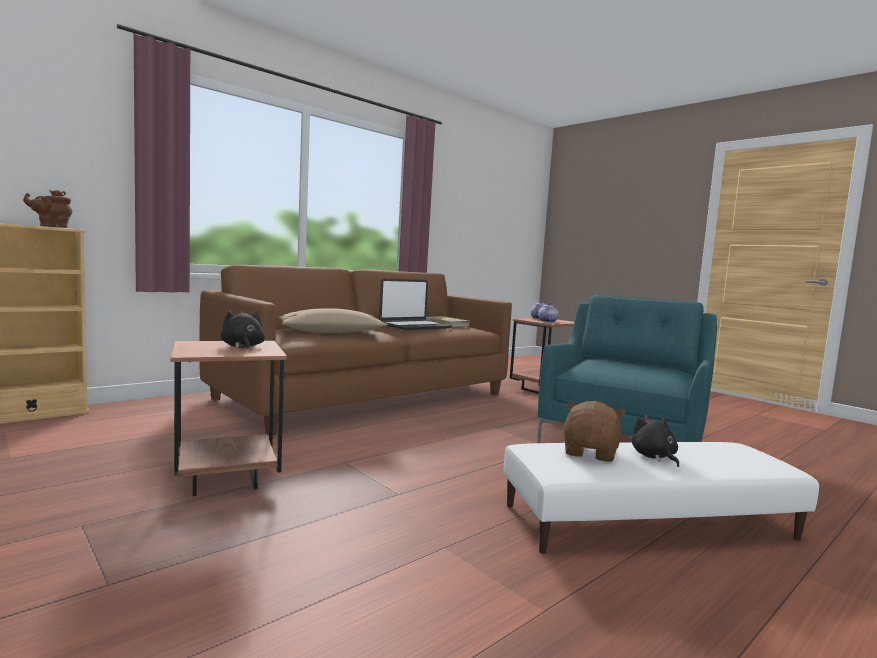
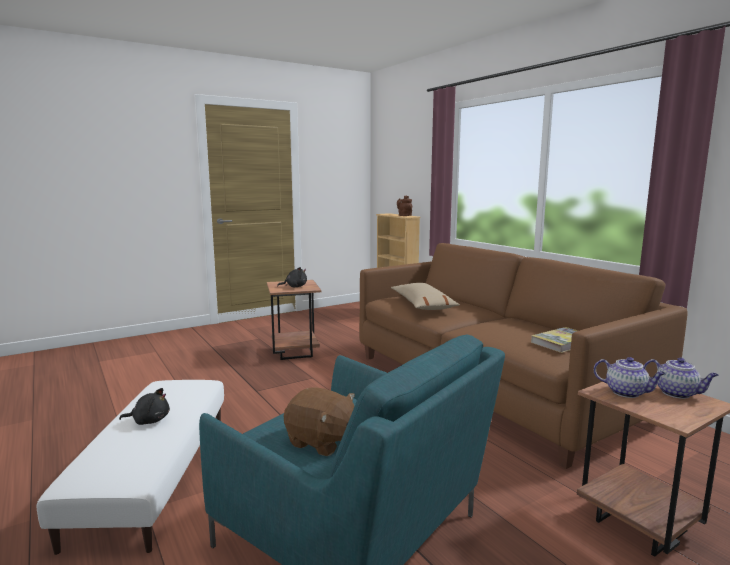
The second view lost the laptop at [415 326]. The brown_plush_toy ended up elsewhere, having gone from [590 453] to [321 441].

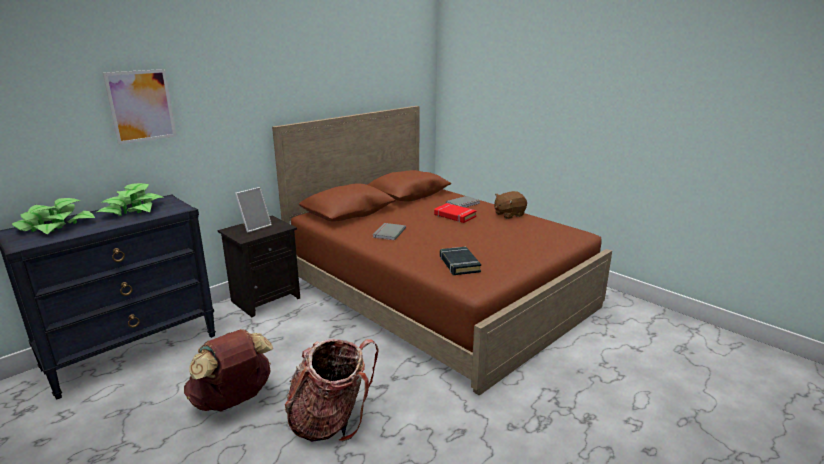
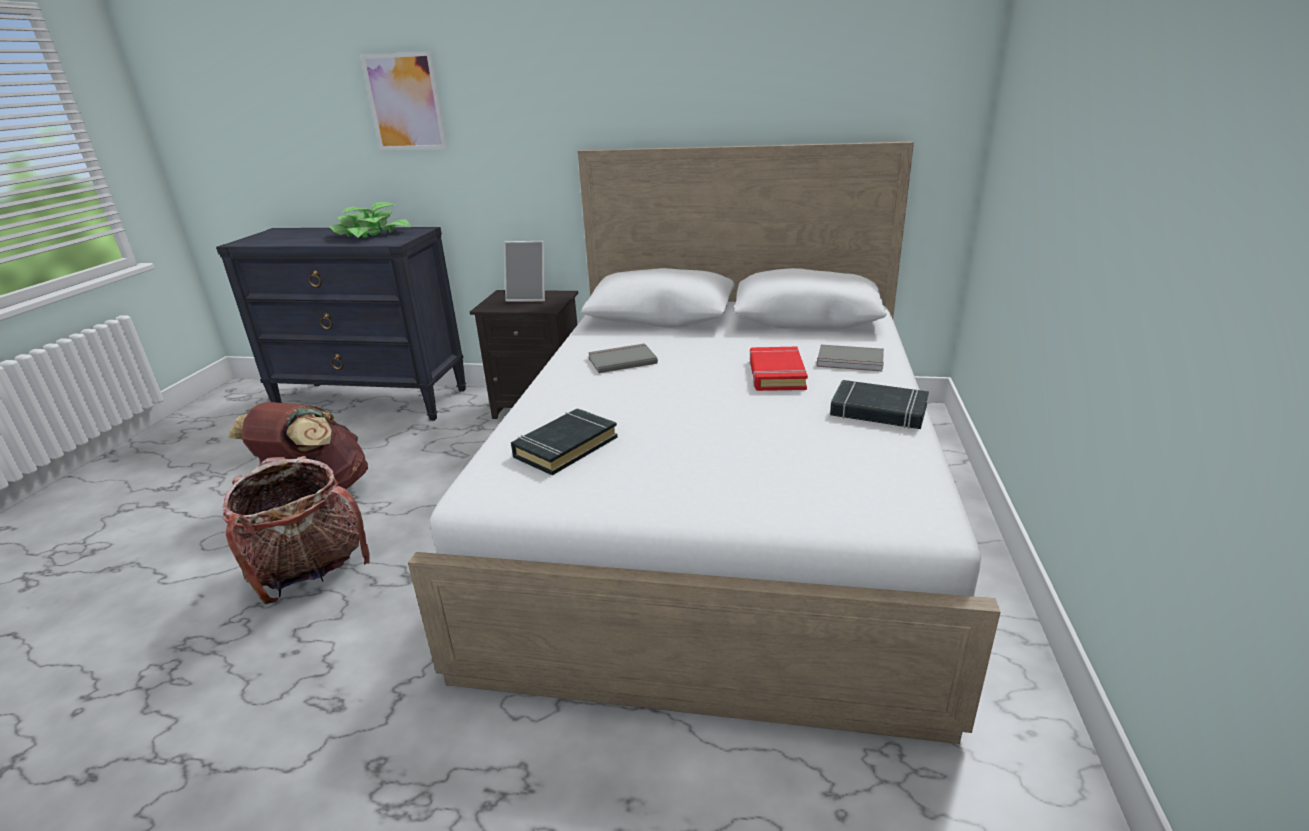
What was the brown_bed at [438 292] turned into the white_bed at [720 507]. Where the brown_plush_toy stood at [509 214], the black_book came to stand at [878 411]. The second view lost the potted_plant at [55 226].

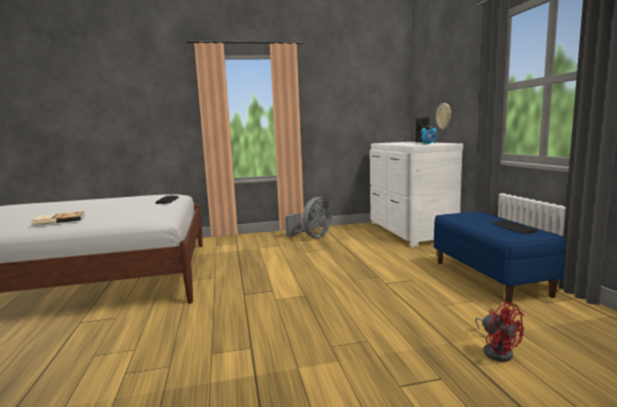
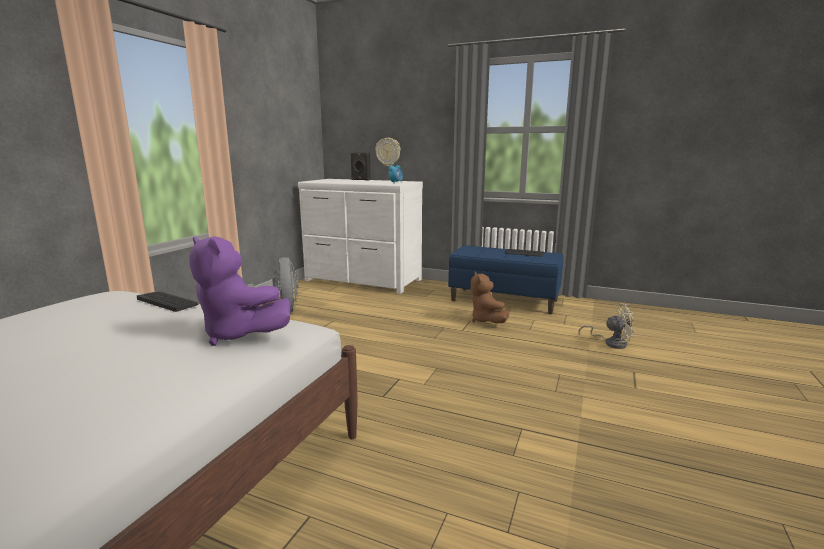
The second view lost the book at [59 220]. What was the red_fan at [497 351] turned into the beige_fan at [611 343]. The second view gained the purple_plush_toy at [238 334]. The second view gained the brown_plush_toy at [487 321].

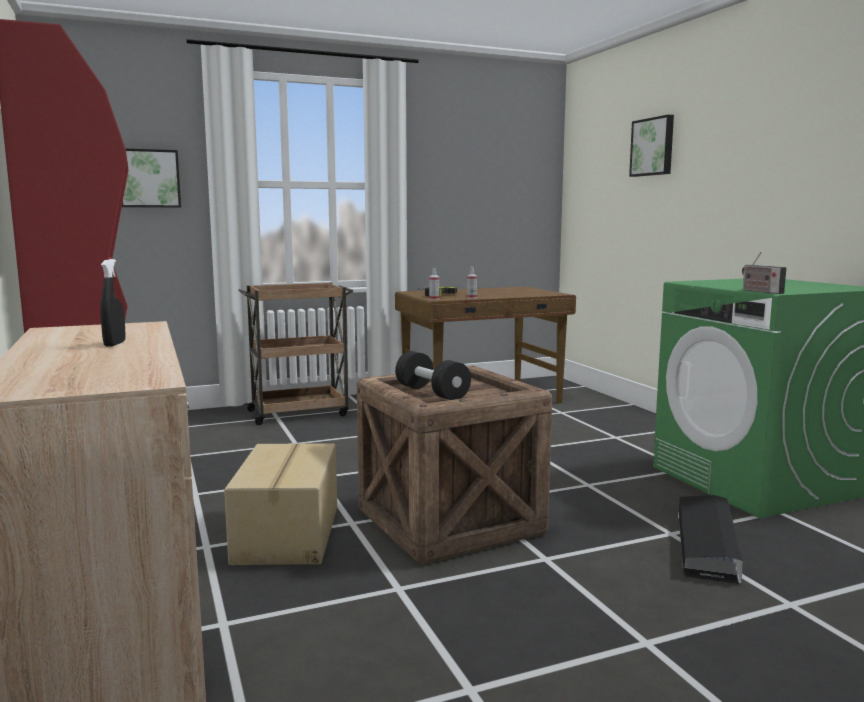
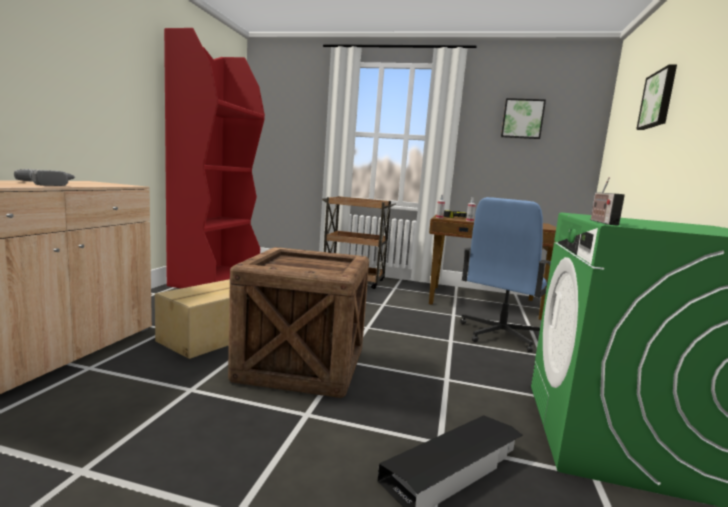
The picture ended up elsewhere, having gone from [149 178] to [522 119]. Where the black_spray_bottle stood at [115 344], the power_drill came to stand at [54 184]. The second view lost the black_dumbbell at [432 393]. The second view gained the blue_office_chair at [500 335].

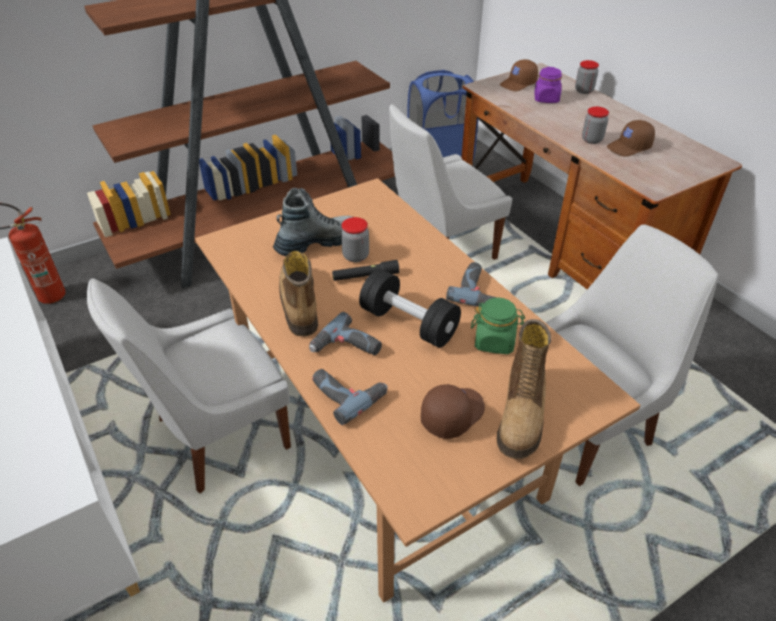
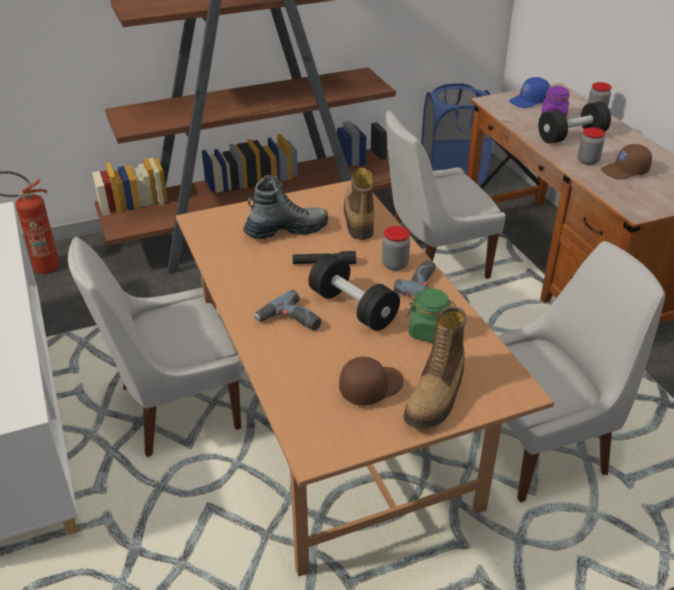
What was the brown_cap at [518 84] turned into the blue_cap at [529 101]. The jar ended up elsewhere, having gone from [355 256] to [395 264]. The boot ended up elsewhere, having gone from [298 302] to [358 217]. The second view lost the power_drill at [348 393]. The second view gained the black_dumbbell at [571 136].

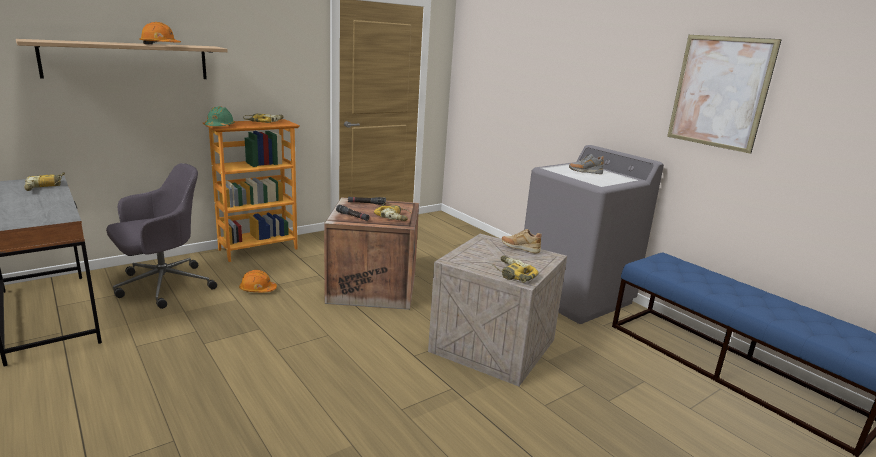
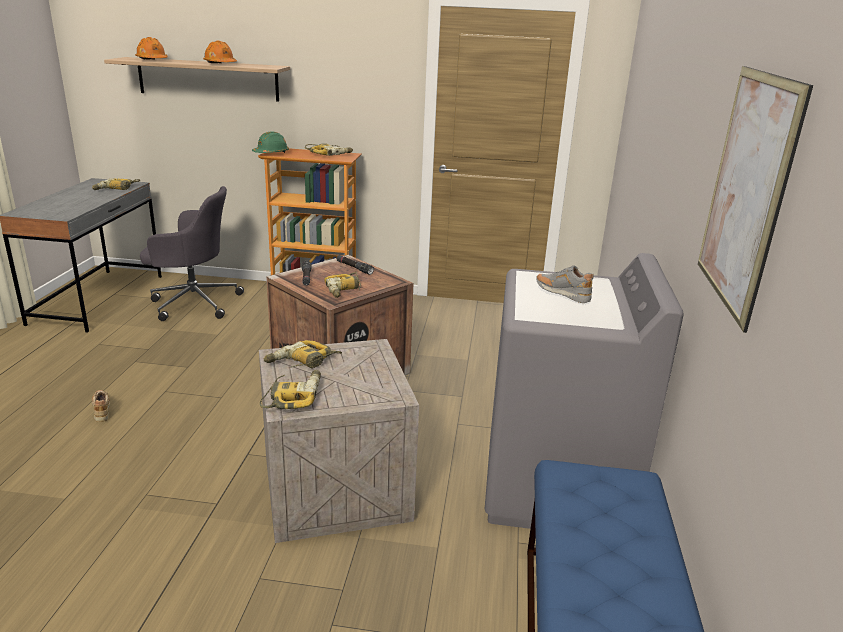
The beige_shoe ended up elsewhere, having gone from [520 249] to [102 410]. The orange_hard_hat ended up elsewhere, having gone from [257 289] to [152 60]. The second view gained the power_drill at [302 362].

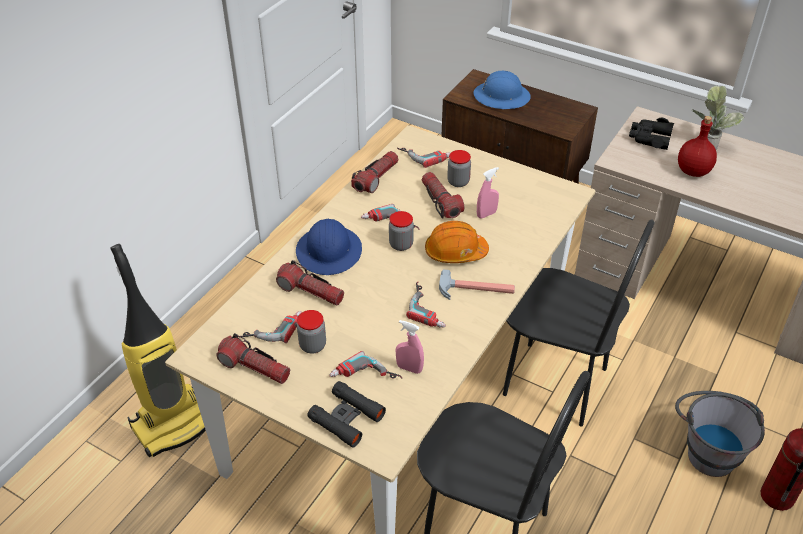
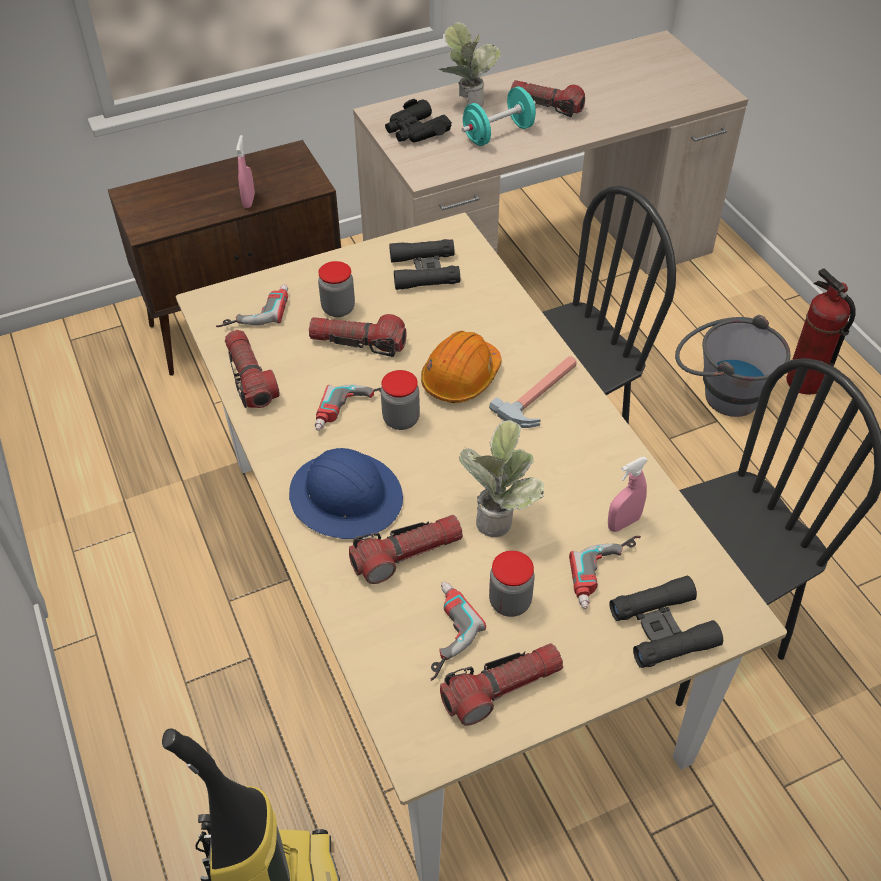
The second view lost the blue_hard_hat at [501 96]. Where the red_bottle stood at [693 171], the turquoise_dumbbell came to stand at [498 134]. The pink_spray_bottle ended up elsewhere, having gone from [486 214] to [249 201]. The second view lost the power_drill at [430 308]. The second view gained the flashlight at [546 106]. The second view gained the black_binoculars at [424 271]. The second view gained the potted_plant at [498 516].

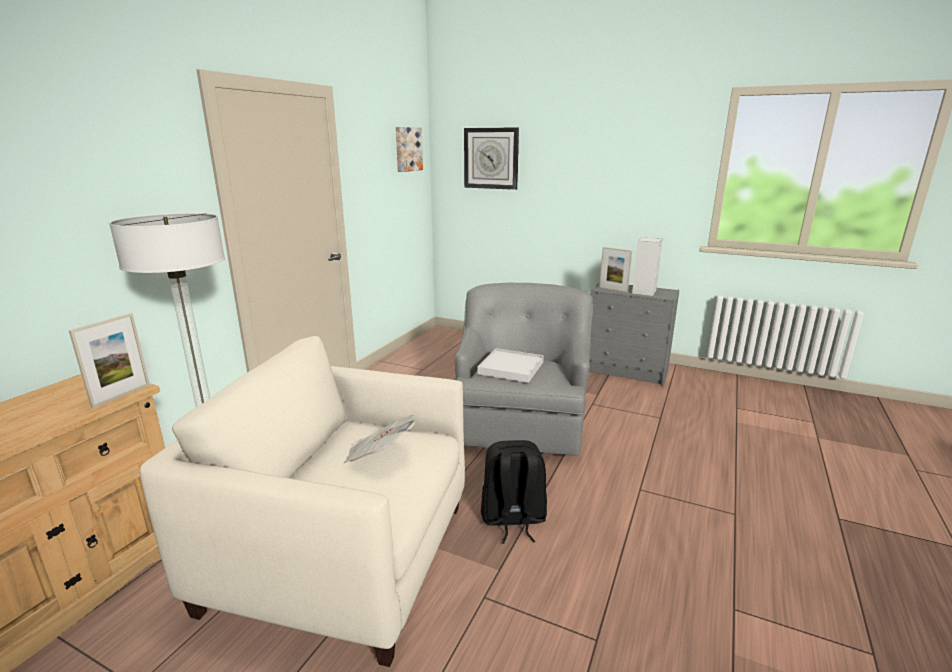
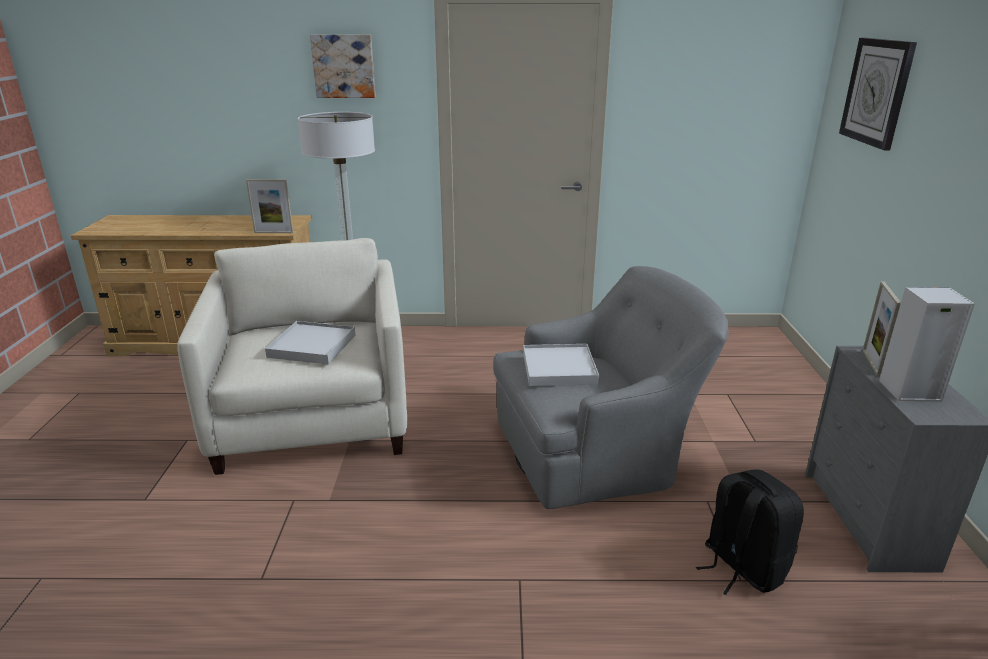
The picture ended up elsewhere, having gone from [407 149] to [344 66]. Where the newspaper stood at [379 455], the white_tray came to stand at [312 346]. The black_backpack ended up elsewhere, having gone from [512 519] to [742 567].

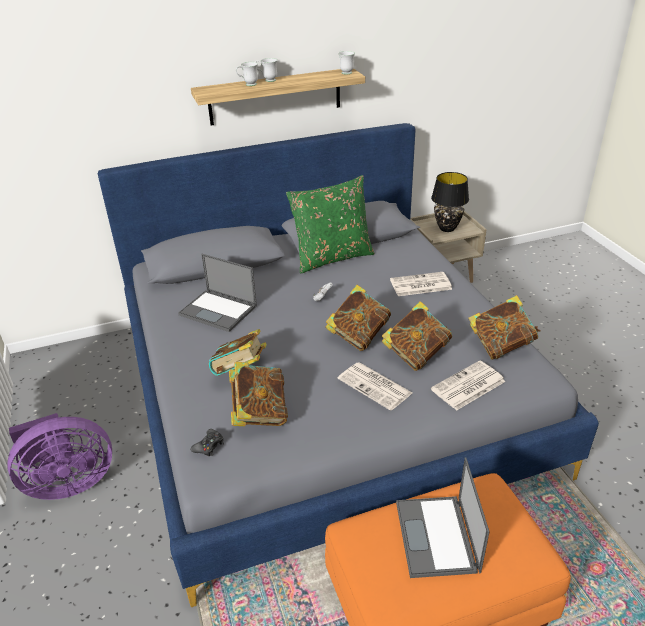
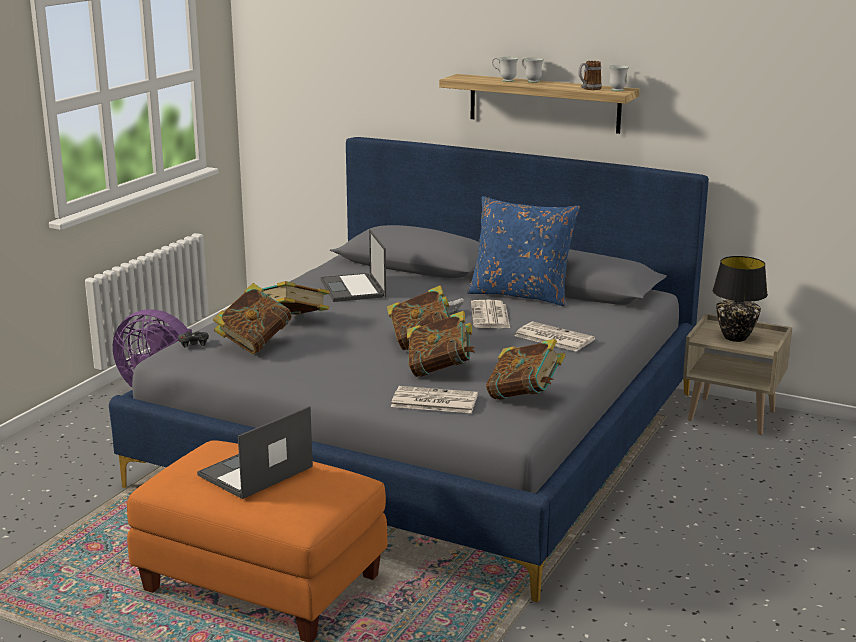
What was the green_pillow at [332 257] turned into the blue_pillow at [521 294]. The newspaper ended up elsewhere, having gone from [376 386] to [490 316]. The second view gained the mug at [588 89].

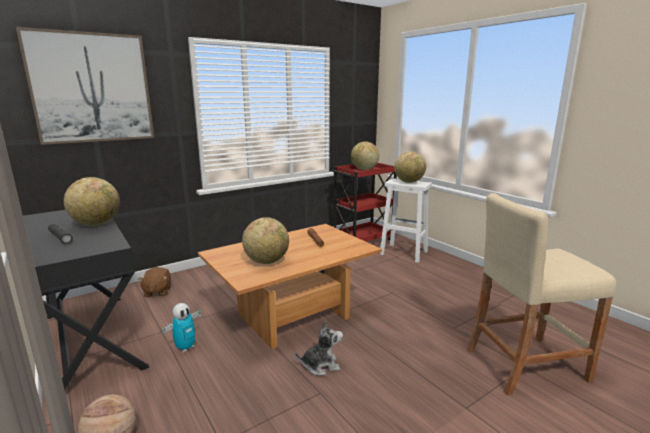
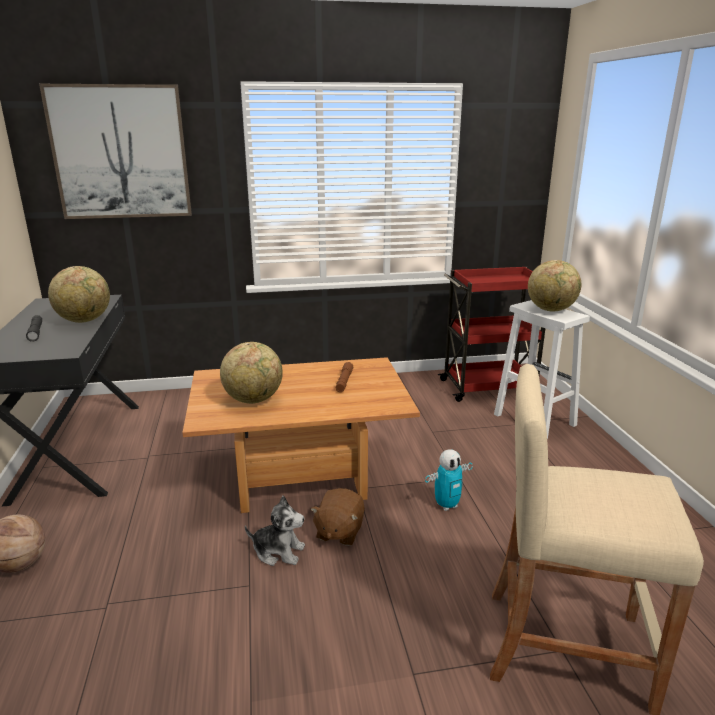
The second view lost the globe at [364 170]. The brown_plush_toy ended up elsewhere, having gone from [157 292] to [339 531]. The toy_robot ended up elsewhere, having gone from [185 347] to [447 505].

